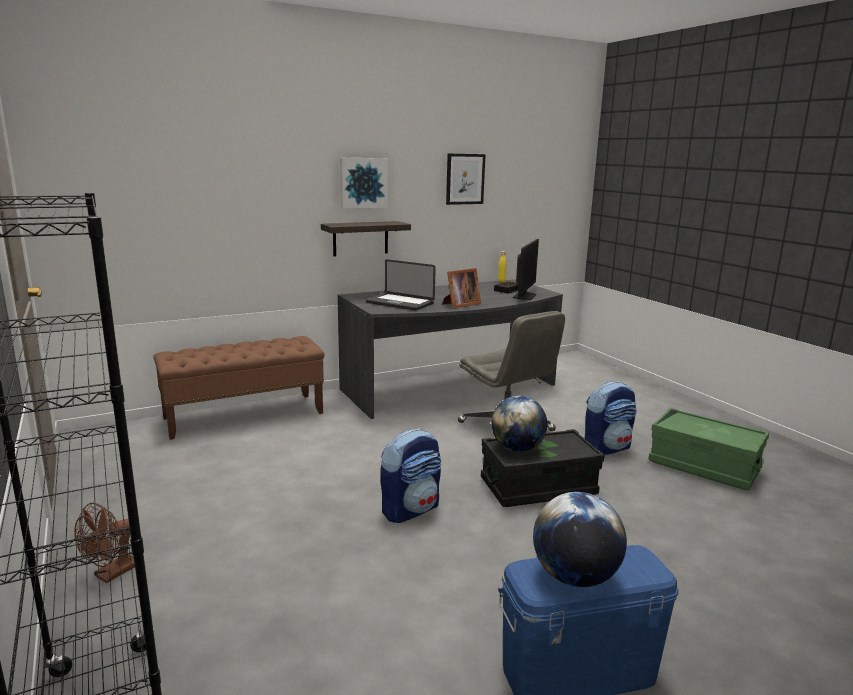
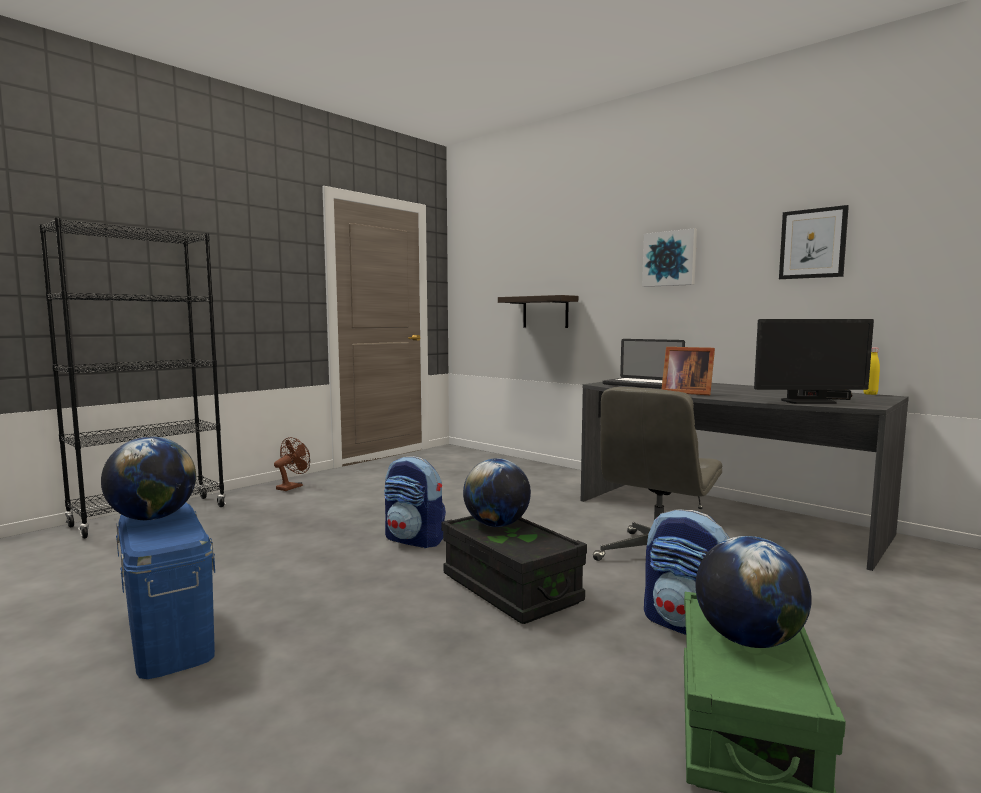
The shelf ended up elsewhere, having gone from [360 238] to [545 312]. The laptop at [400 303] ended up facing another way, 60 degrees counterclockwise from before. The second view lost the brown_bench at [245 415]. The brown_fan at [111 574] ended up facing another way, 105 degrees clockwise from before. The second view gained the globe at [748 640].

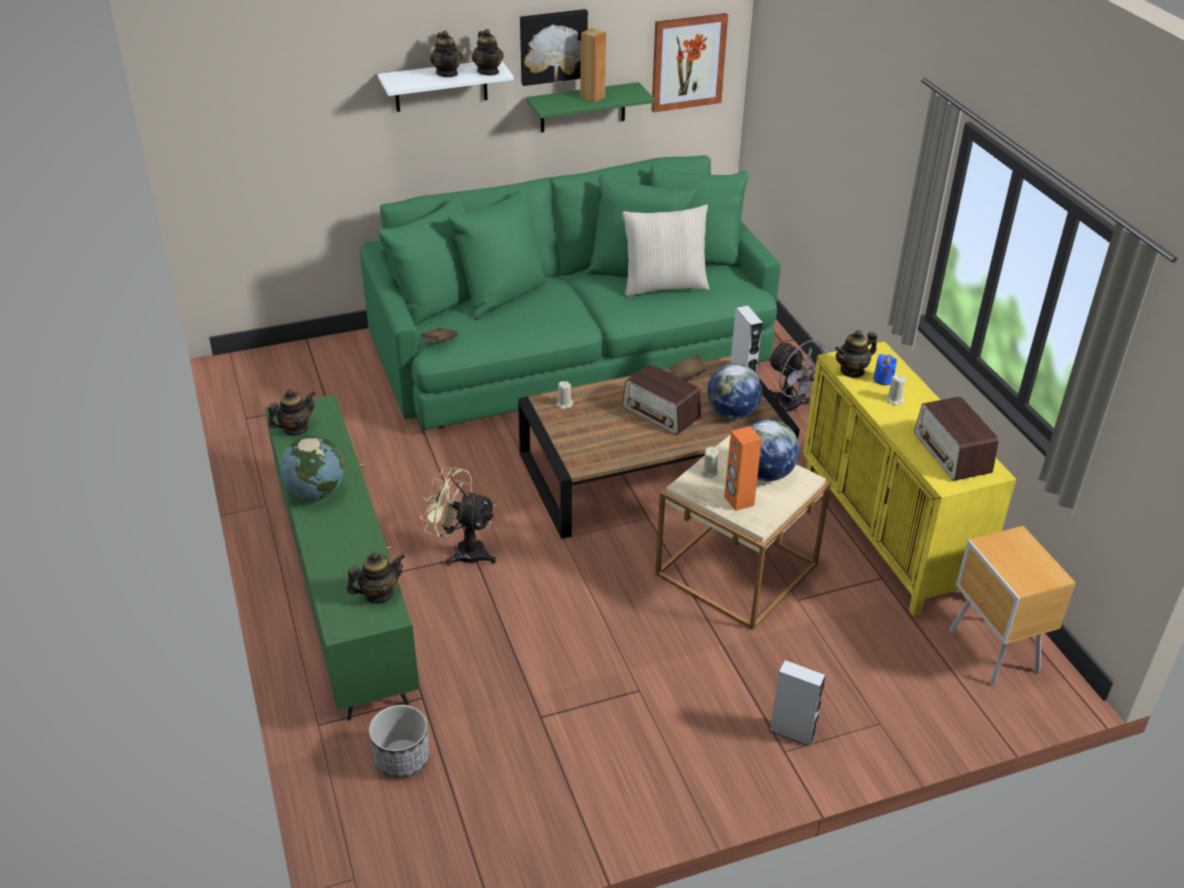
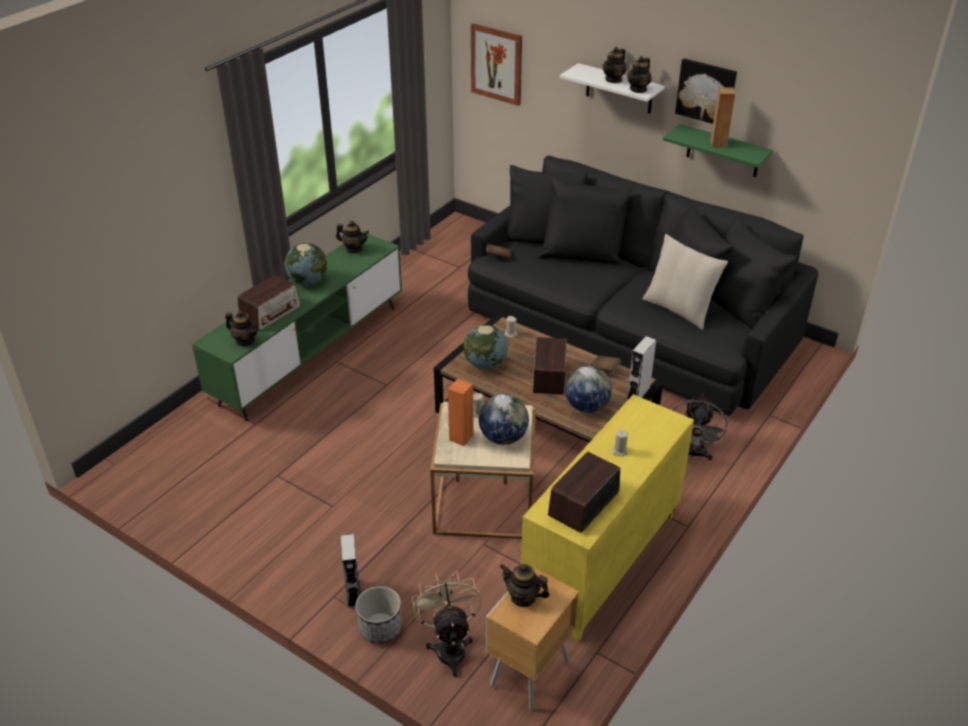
The picture ended up elsewhere, having gone from [688 62] to [497 64]. What was the green_sofa at [571 349] turned into the black_sofa at [628 326]. The teapot ended up elsewhere, having gone from [852 371] to [523 597]. The second view lost the blue_candle at [883 379]. The beige_fan ended up elsewhere, having gone from [462 551] to [449 647]. The planter ended up elsewhere, having gone from [402 758] to [380 628]. The second view gained the radio at [270 313]. The second view gained the globe at [485 364].

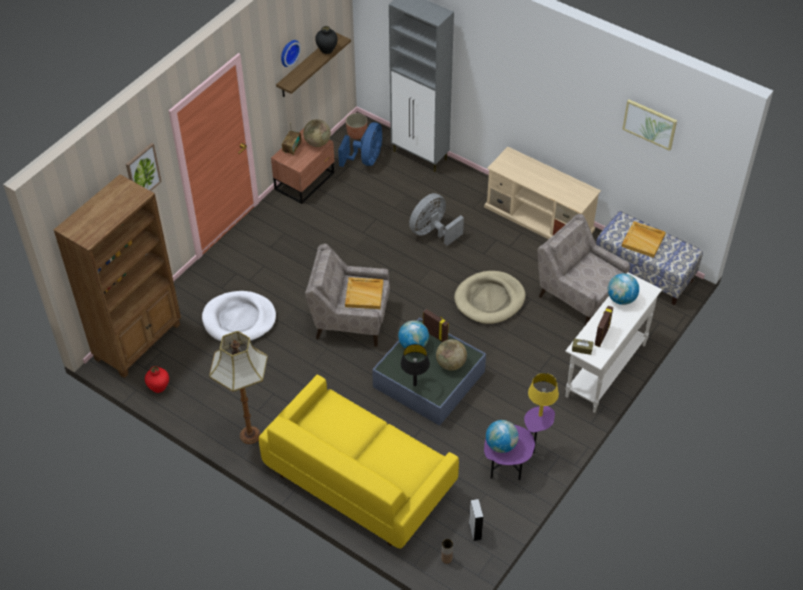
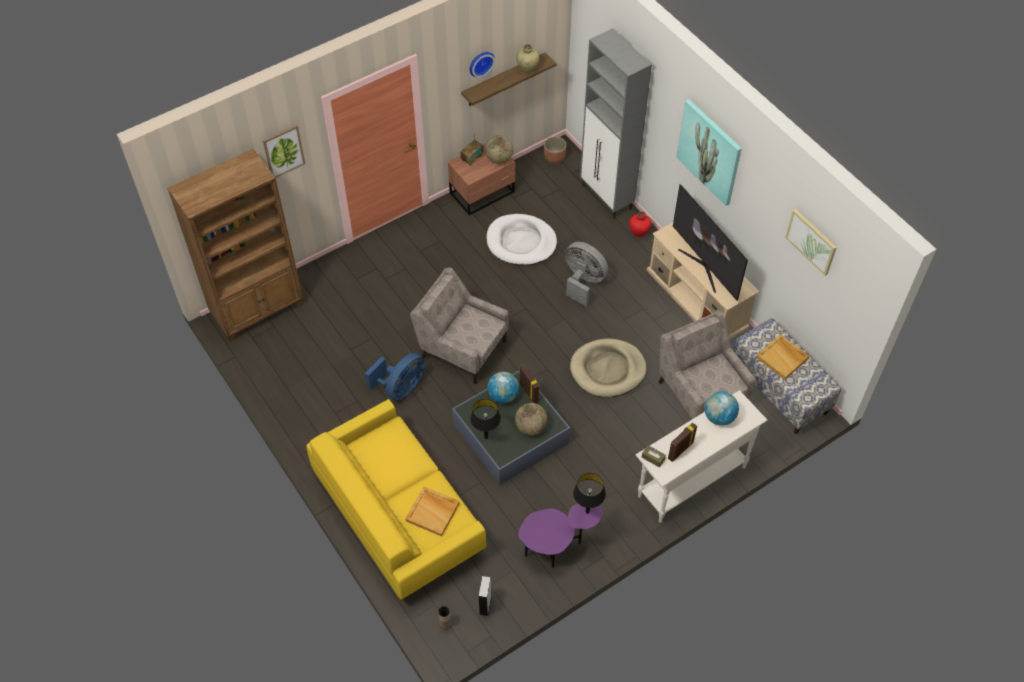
What was the black_vase at [327 50] turned into the beige_vase at [527 69]. The blue_fan ended up elsewhere, having gone from [366 159] to [400 388]. The grey_fan at [433 232] ended up facing another way, 60 degrees clockwise from before. The beige_tray ended up elsewhere, having gone from [364 294] to [433 512]. The white_dog_bed ended up elsewhere, having gone from [239 320] to [521 242]. The second view lost the floor_lamp at [249 436]. The red_vase ended up elsewhere, having gone from [159 387] to [639 233]. What was the yellow_table_lamp at [540 414] turned into the black_table_lamp at [587 511]. The second view lost the globe at [501 445]. The second view gained the picture at [710 151]. The second view gained the television at [704 266].

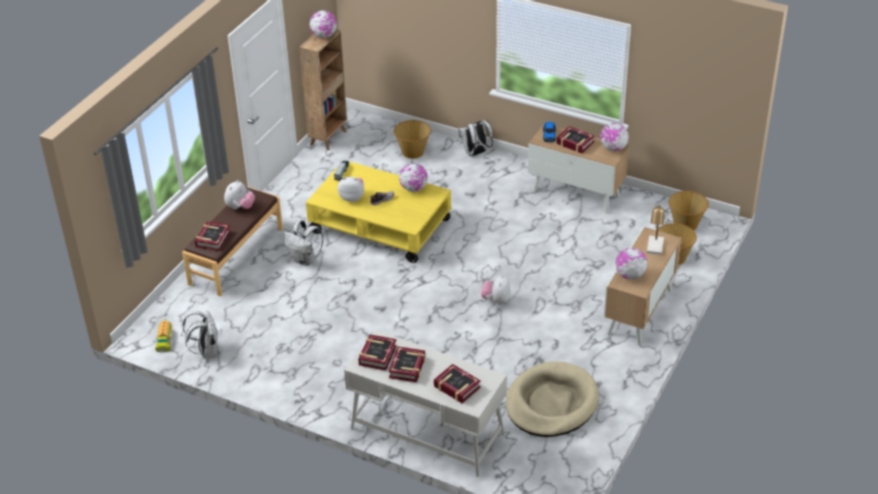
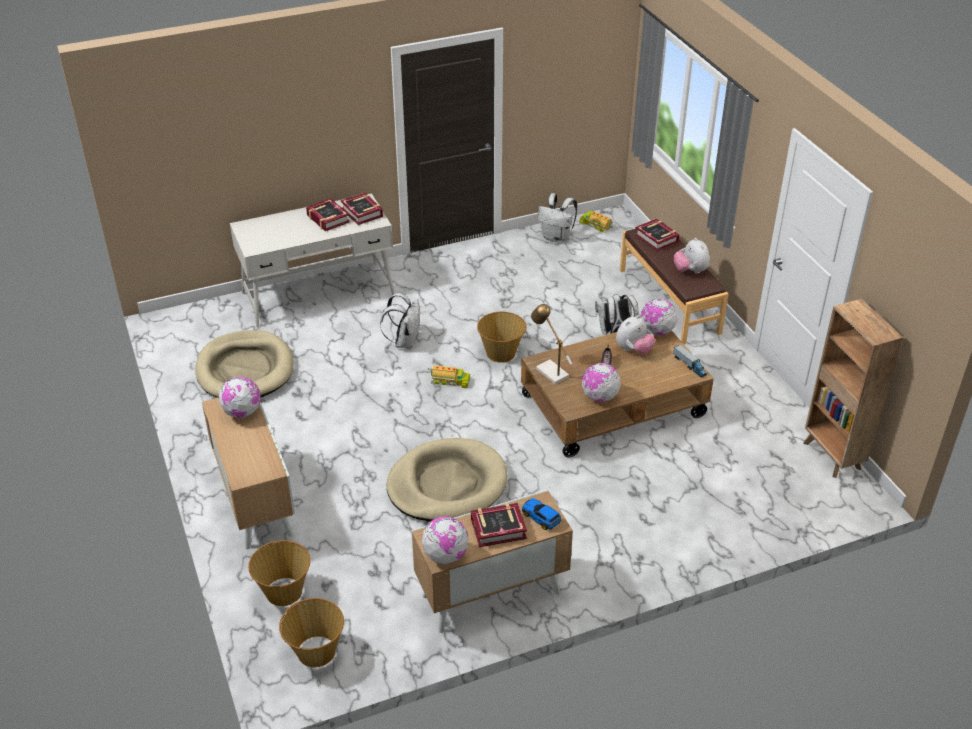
The globe ended up elsewhere, having gone from [324 36] to [657 331]. The basket ended up elsewhere, having gone from [413 151] to [501 353]. The white_backpack ended up elsewhere, having gone from [475 153] to [404 342]. What was the yellow_coffee_table at [380 226] turned into the brown_coffee_table at [612 405]. The table_lamp ended up elsewhere, having gone from [655 248] to [548 371]. The second view lost the plush_toy at [496 300]. The second view lost the book at [456 387]. The second view gained the toy_truck at [450 381]. The second view gained the beige_dog_bed at [447 484].

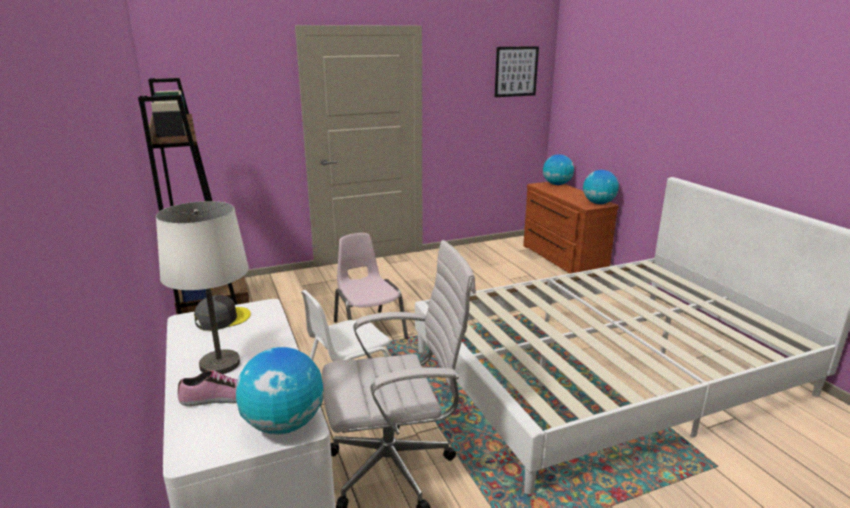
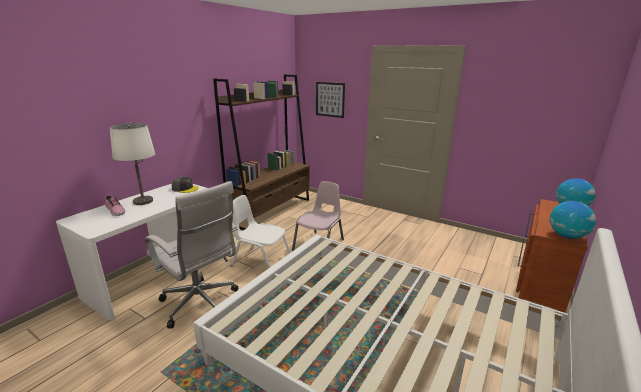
The picture ended up elsewhere, having gone from [516 71] to [330 99]. The second view lost the globe at [284 424].

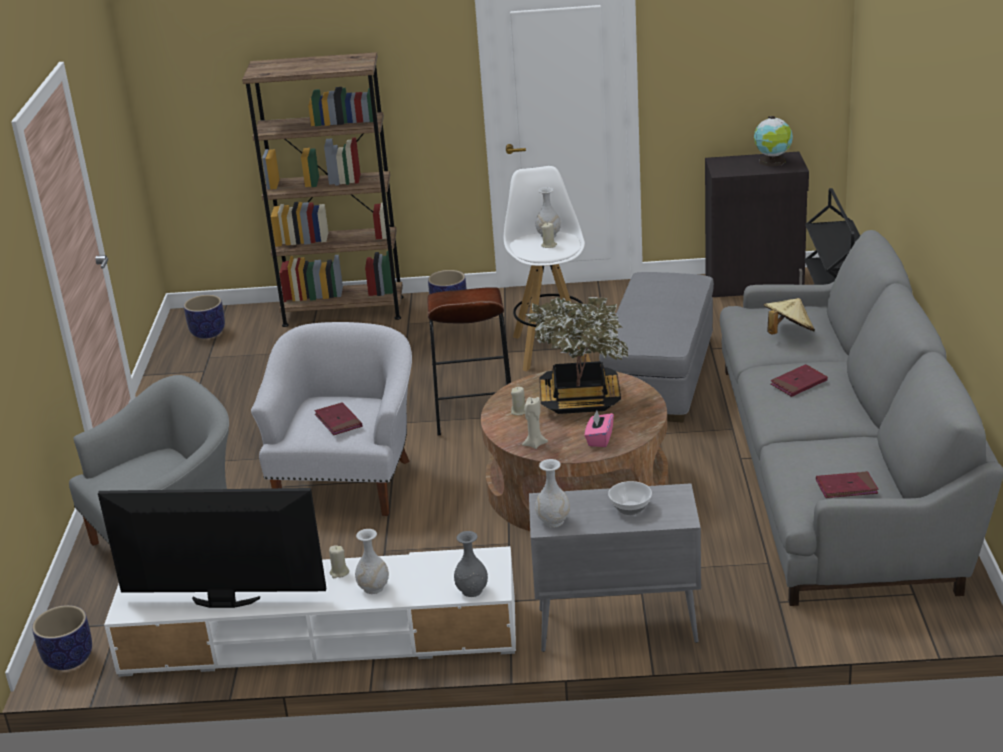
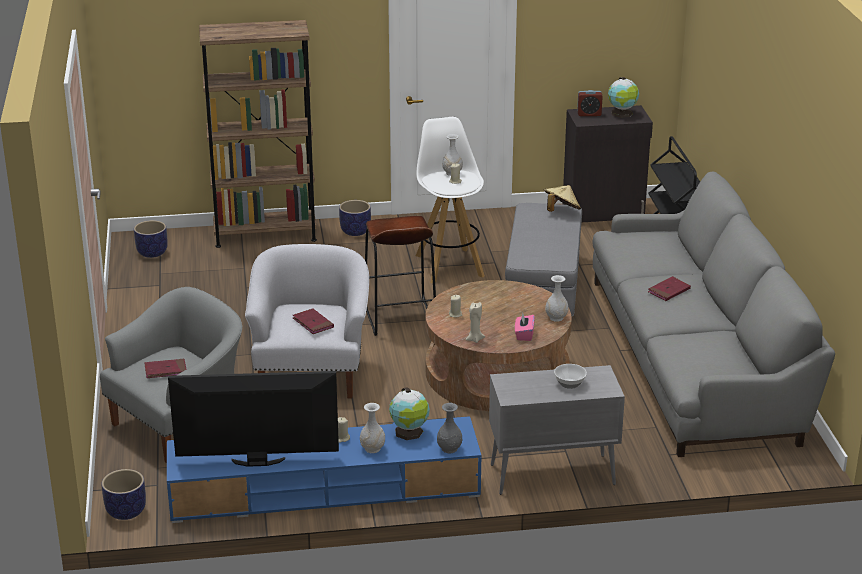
The second view lost the potted_plant at [580 401]. The beige_hat ended up elsewhere, having gone from [788 333] to [561 211]. The white_vase ended up elsewhere, having gone from [553 521] to [556 317]. The red_book ended up elsewhere, having gone from [846 487] to [165 370]. What was the white_tv_stand at [319 637] turned into the blue_tv_stand at [323 489]. The second view gained the alarm_clock at [589 114]. The second view gained the globe at [409 433].

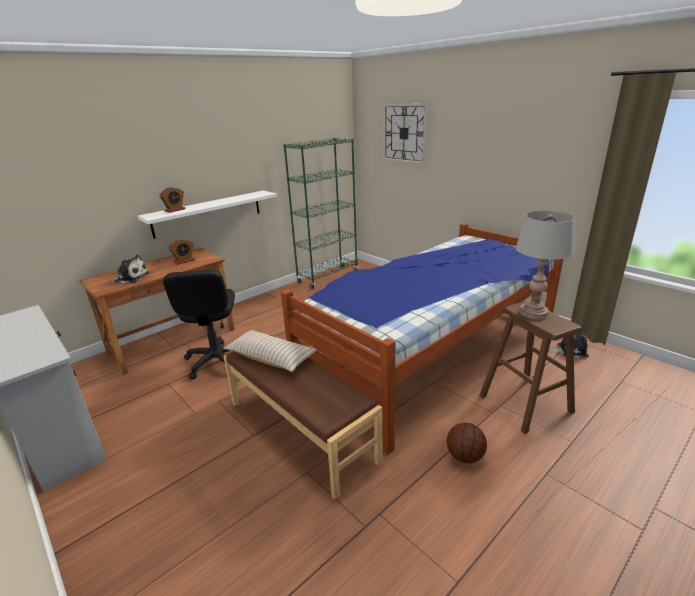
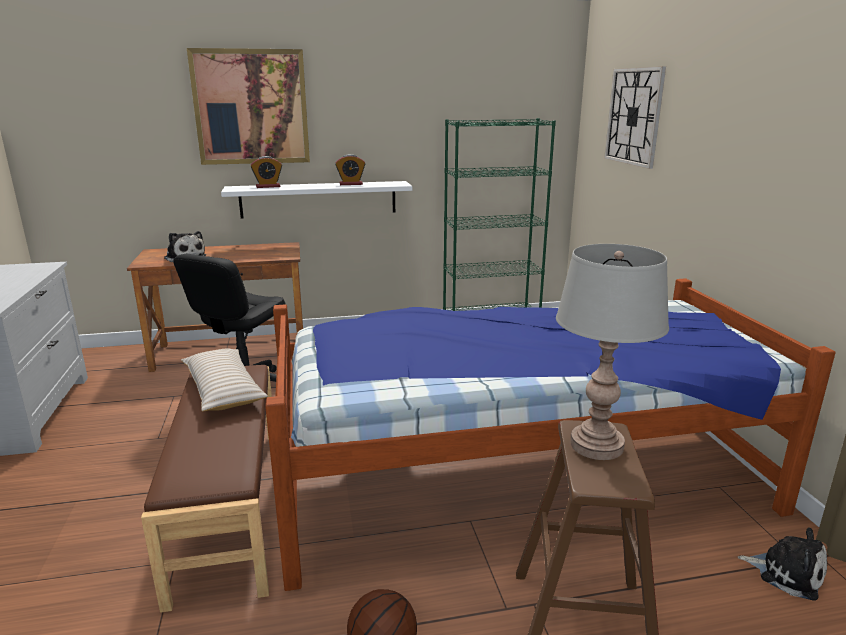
The alarm_clock ended up elsewhere, having gone from [184 261] to [351 184]. The second view gained the picture at [251 107].

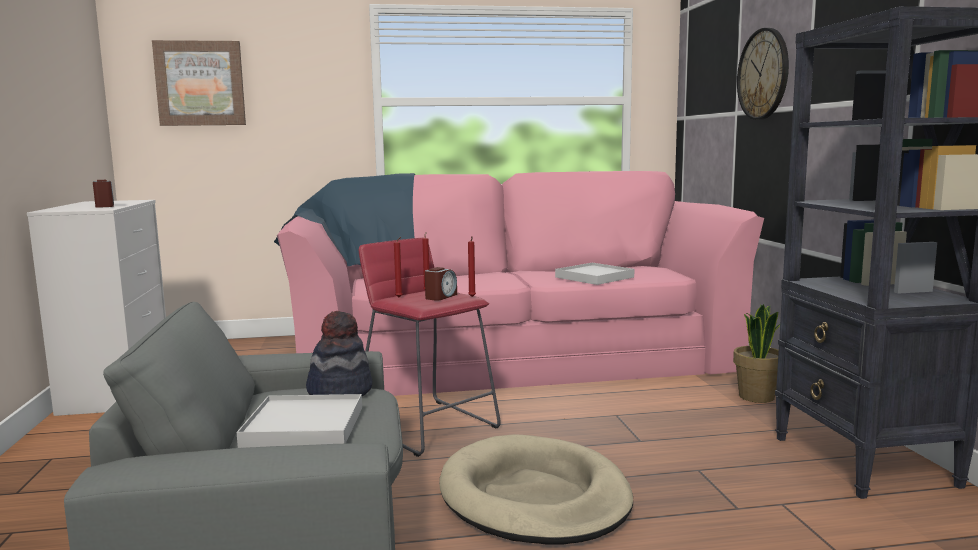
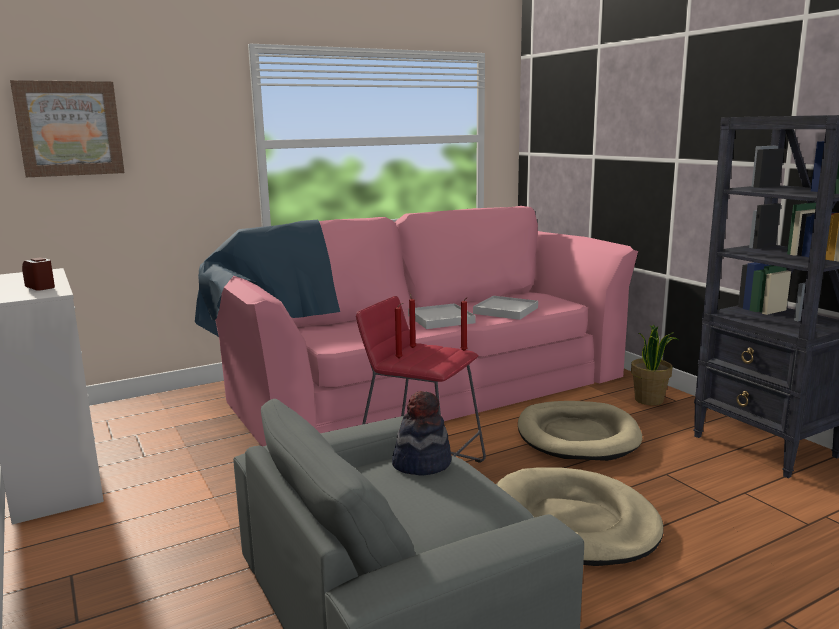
The second view lost the wall_clock at [763 74]. The second view lost the alarm_clock at [441 297]. The white_tray ended up elsewhere, having gone from [304 426] to [440 319]. The second view gained the beige_dog_bed at [577 435].

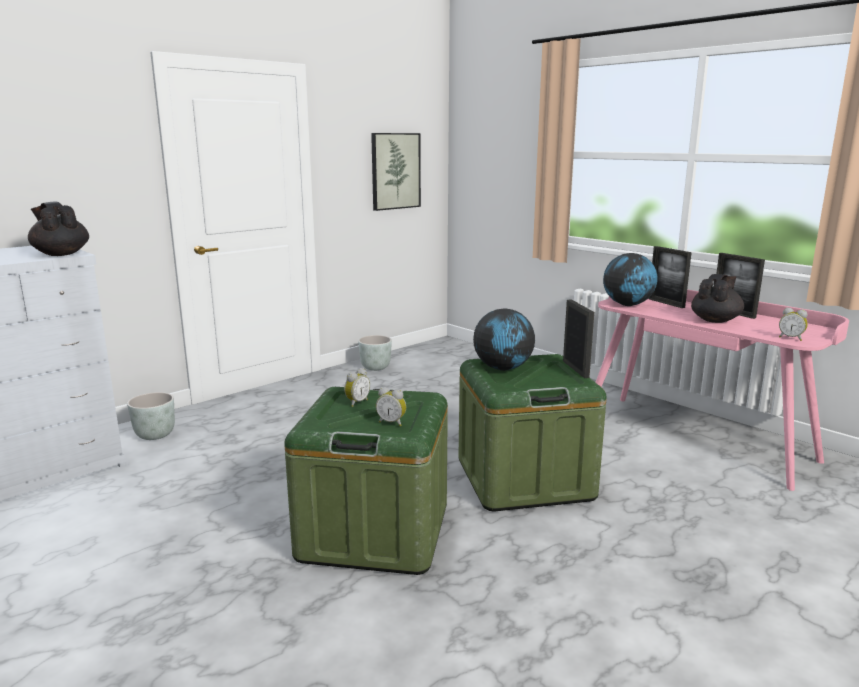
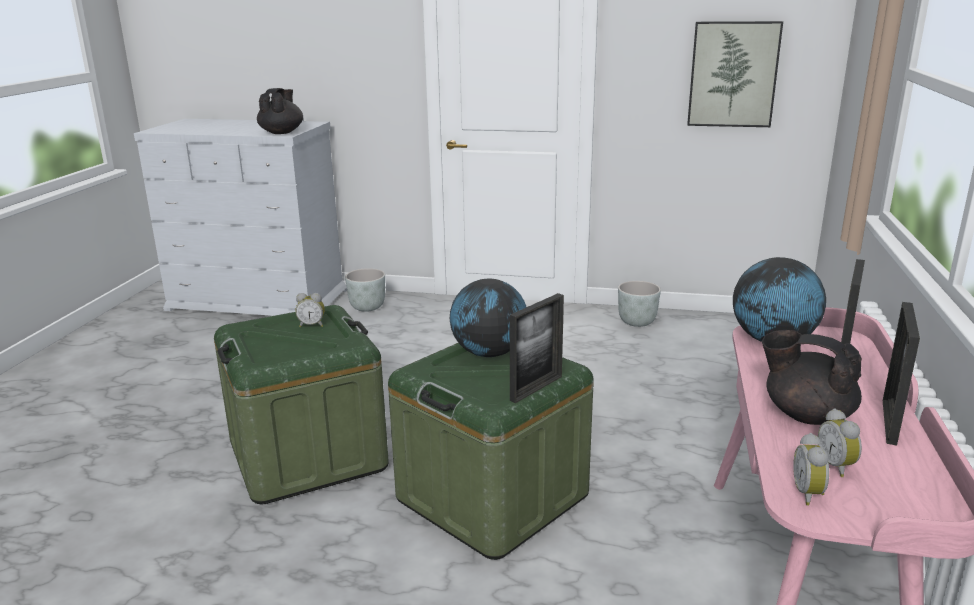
The black_teapot at [715 320] ended up facing another way, 150 degrees counterclockwise from before. The alarm_clock ended up elsewhere, having gone from [392 422] to [837 466].

